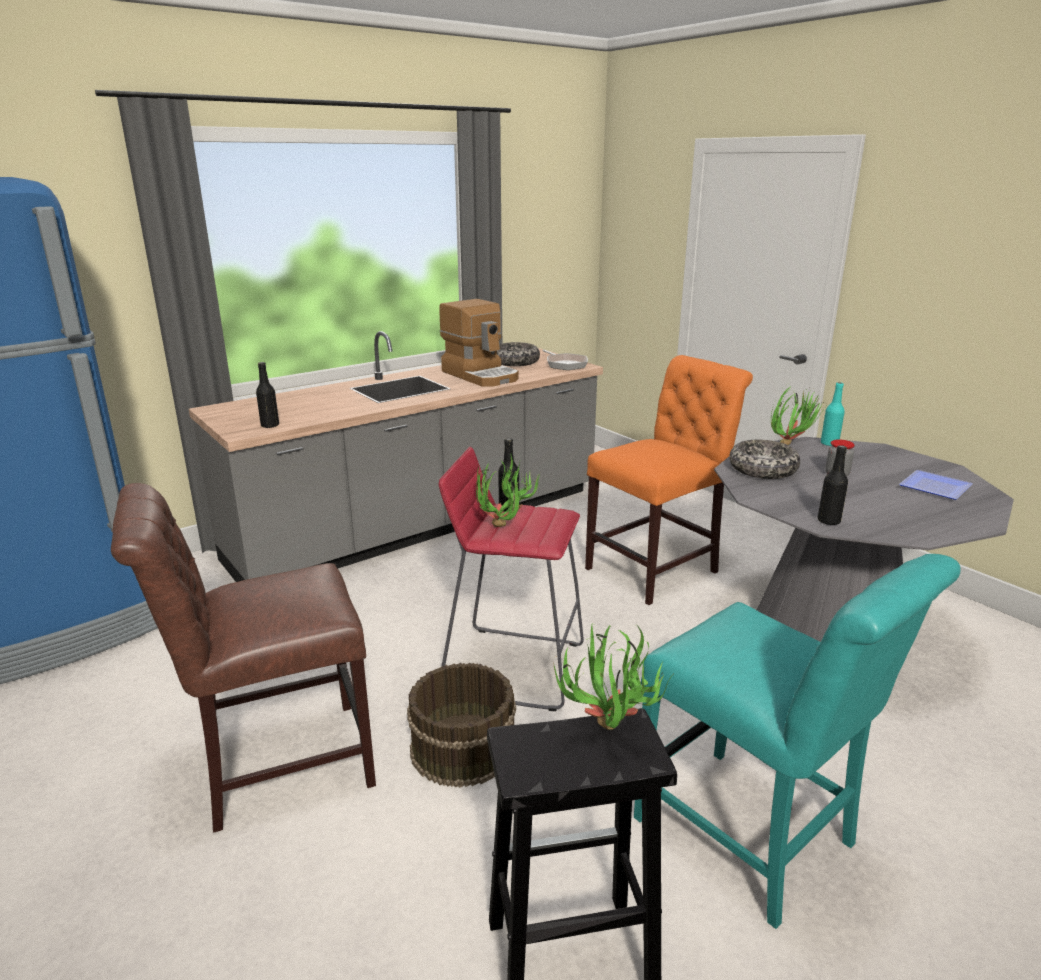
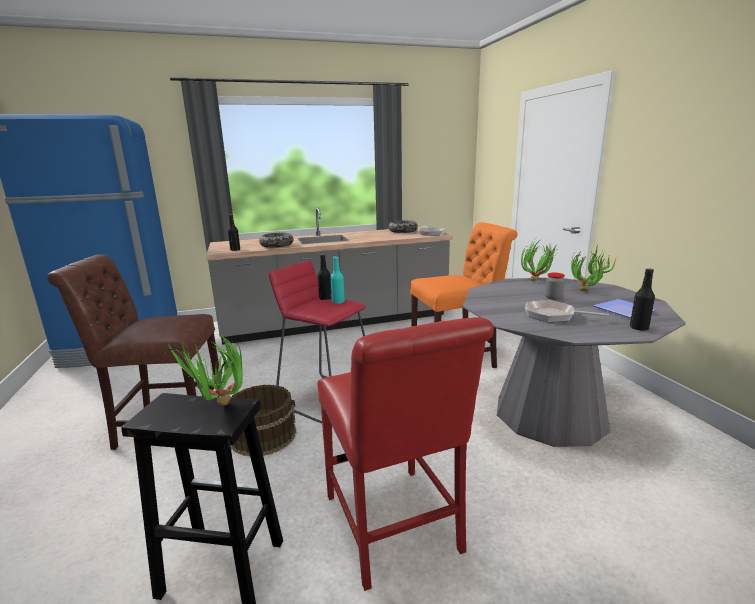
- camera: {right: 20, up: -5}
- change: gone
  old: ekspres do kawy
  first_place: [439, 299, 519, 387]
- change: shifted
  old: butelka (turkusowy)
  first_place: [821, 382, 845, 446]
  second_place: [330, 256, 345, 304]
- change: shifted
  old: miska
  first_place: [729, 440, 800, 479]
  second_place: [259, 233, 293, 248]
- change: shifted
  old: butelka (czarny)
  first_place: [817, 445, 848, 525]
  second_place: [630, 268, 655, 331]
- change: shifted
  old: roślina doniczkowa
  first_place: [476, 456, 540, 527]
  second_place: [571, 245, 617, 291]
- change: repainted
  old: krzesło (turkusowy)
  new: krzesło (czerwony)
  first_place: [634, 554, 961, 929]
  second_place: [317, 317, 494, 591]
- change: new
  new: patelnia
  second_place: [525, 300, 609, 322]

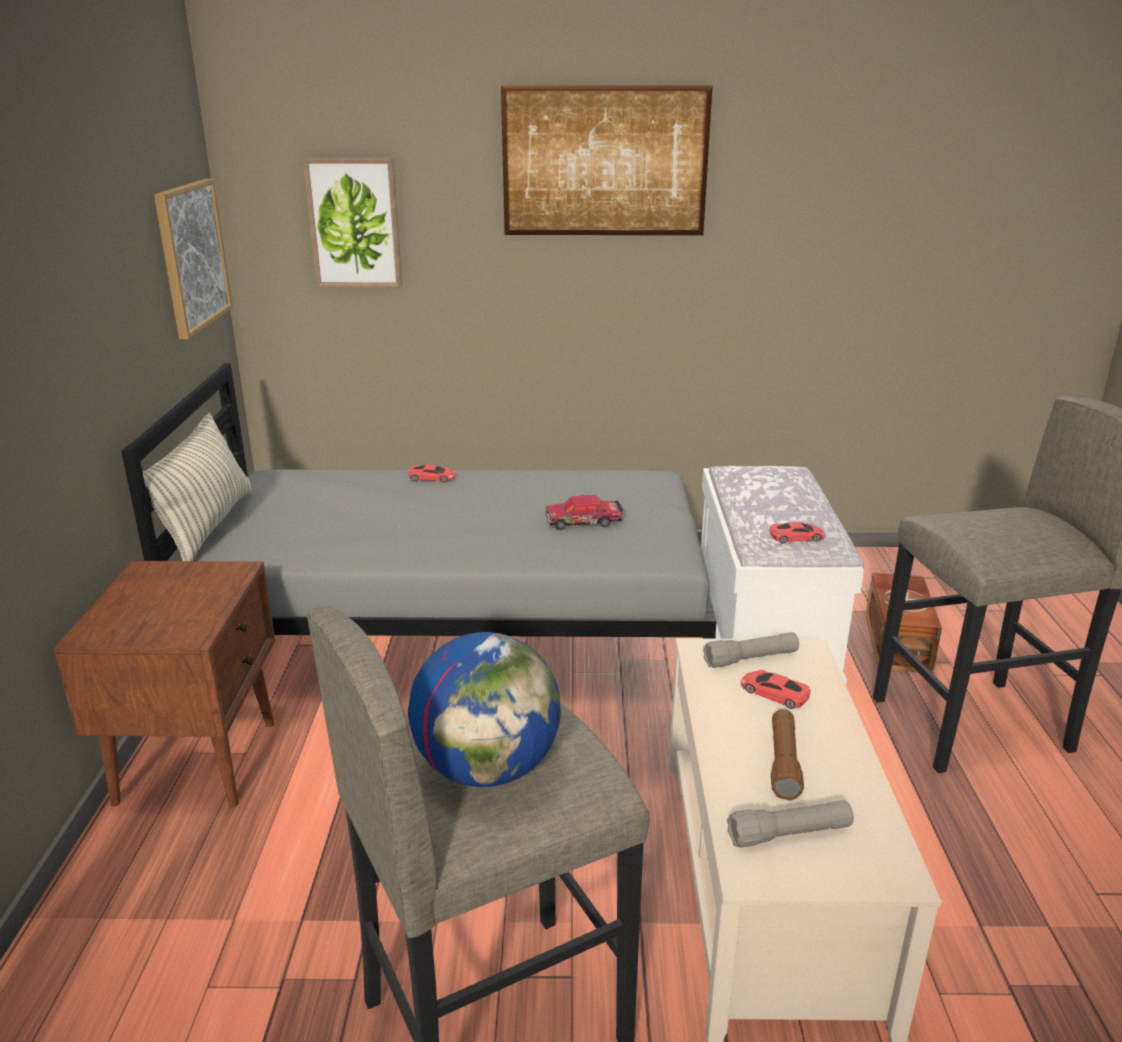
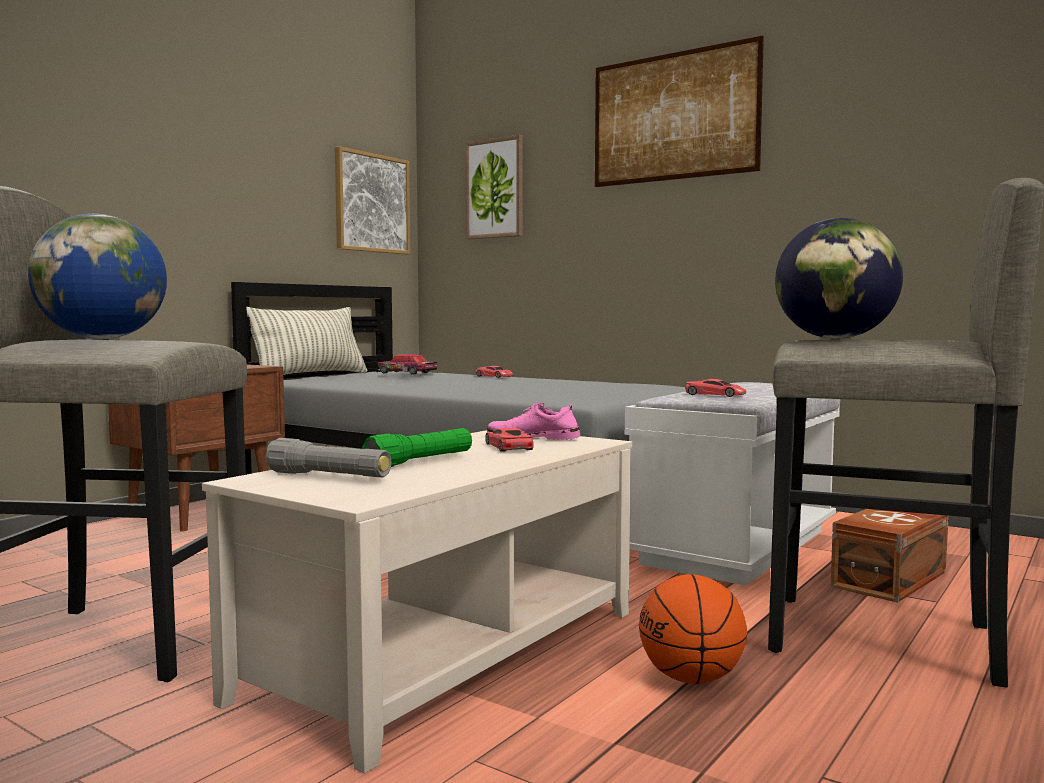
- camera: {right: 35, up: -20}
- change: shifted
  old: samochodzik
  first_place: [546, 495, 623, 530]
  second_place: [377, 354, 437, 375]
- change: swapped
  old: latarka (szary)
  new: but (różowy)
  first_place: [703, 632, 799, 668]
  second_place: [487, 402, 580, 440]
- change: repainted
  old: latarka (brązowy)
  new: latarka (zielony)
  first_place: [771, 709, 804, 800]
  second_place: [362, 428, 472, 467]
- change: new
  new: globus
  second_place: [775, 218, 903, 339]
- change: new
  new: piłka do koszykówki
  second_place: [639, 574, 747, 684]

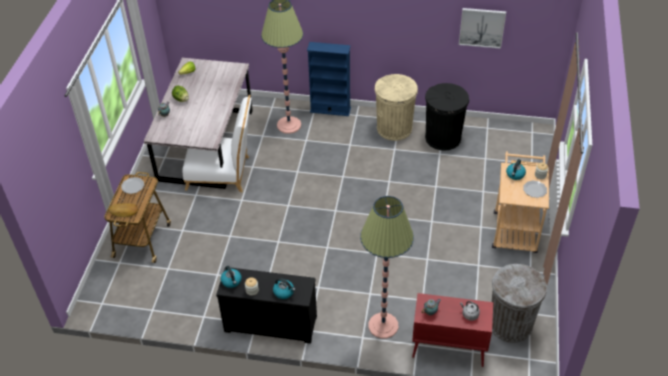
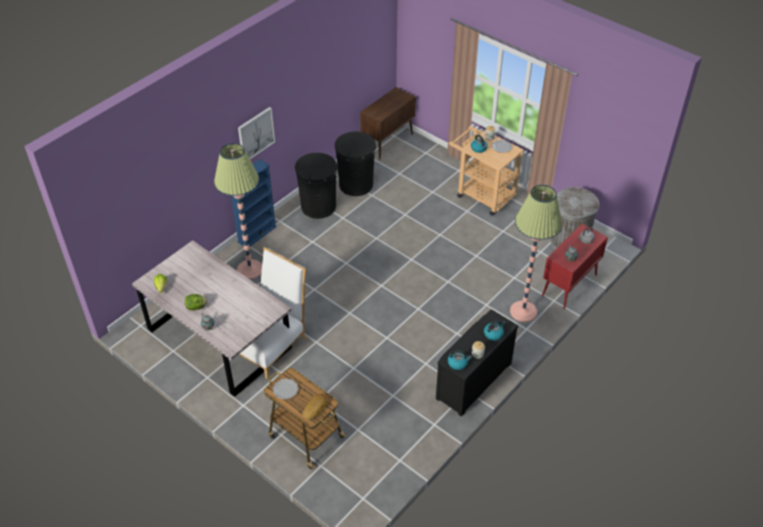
- camera: {right: -60, up: 0}
- change: shifted
  old: obraz
  first_place: [459, 8, 506, 49]
  second_place: [238, 107, 275, 159]
- change: repainted
  old: kosz na śmieci (beżowy)
  new: kosz na śmieci (czarny)
  first_place: [375, 74, 418, 141]
  second_place: [295, 153, 337, 219]
- change: new
  new: szafka (brązowy)
  second_place: [360, 87, 416, 159]

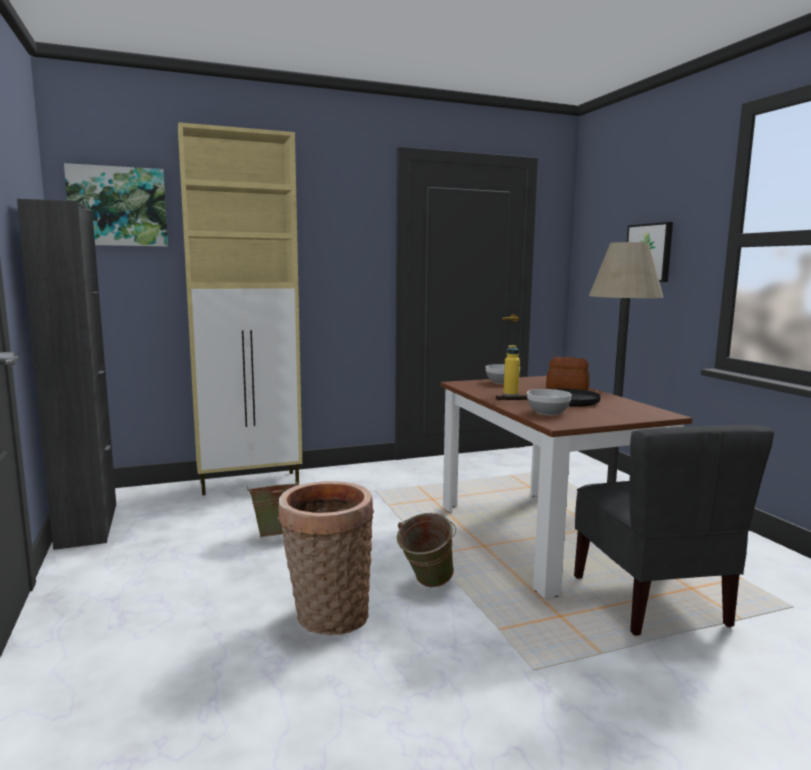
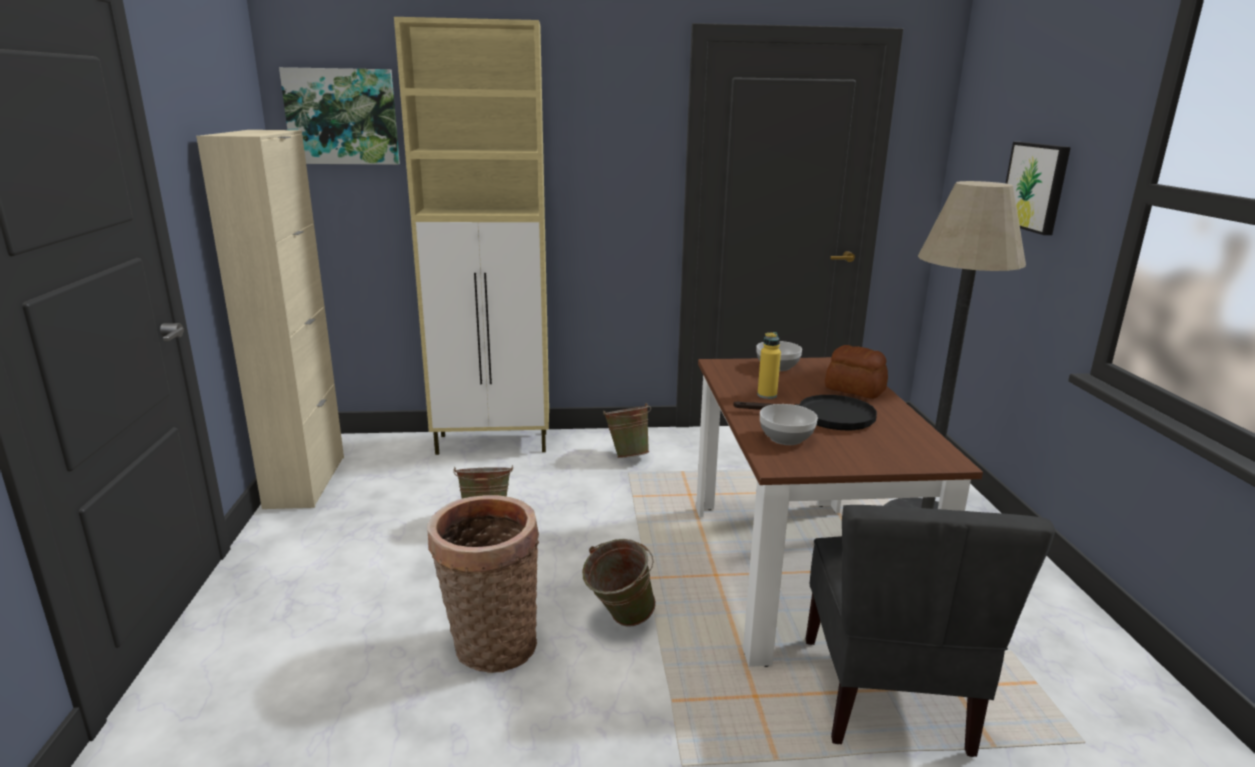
- camera: {right: 15, up: 10}
- change: repainted
  old: szafka (czarny)
  new: szafka (beżowy)
  first_place: [17, 199, 116, 550]
  second_place: [196, 130, 344, 509]
- change: new
  new: wiadro (zielony)
  second_place: [603, 403, 651, 458]

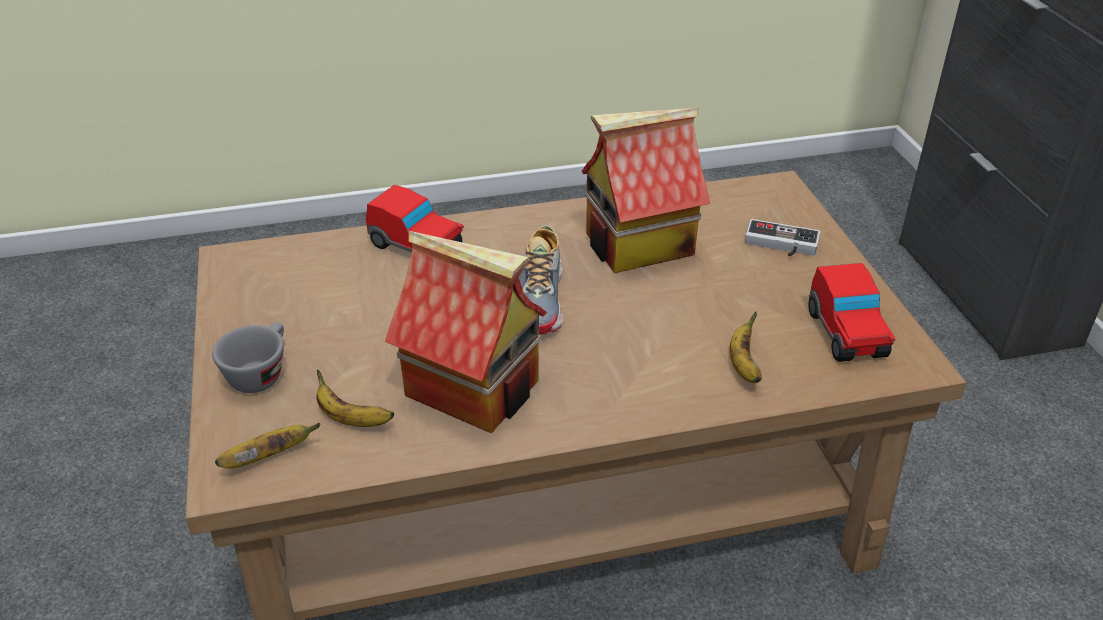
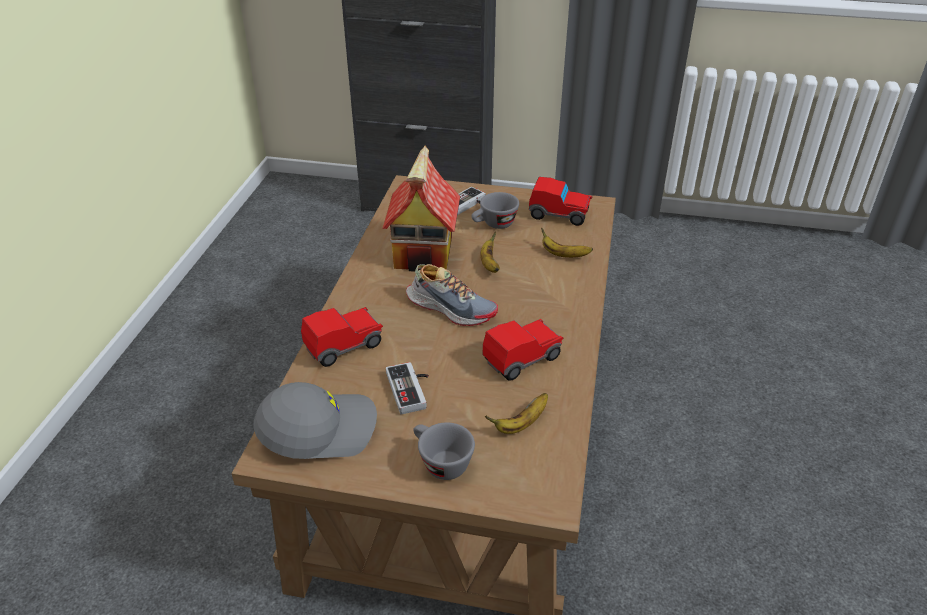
- camera: {right: -65, up: 0}
- change: swapped
  old: domek
  new: samochodzik
  first_place: [385, 231, 547, 433]
  second_place: [482, 319, 564, 381]
- change: shifted
  old: banan
  first_place: [215, 423, 320, 469]
  second_place: [480, 232, 500, 273]
- change: new
  new: filiżanka (szary)
  second_place: [471, 192, 519, 229]
- change: new
  new: pad do gier
  second_place: [386, 362, 429, 414]
- change: new
  new: czapka z daszkiem (szary)
  second_place: [253, 382, 377, 459]

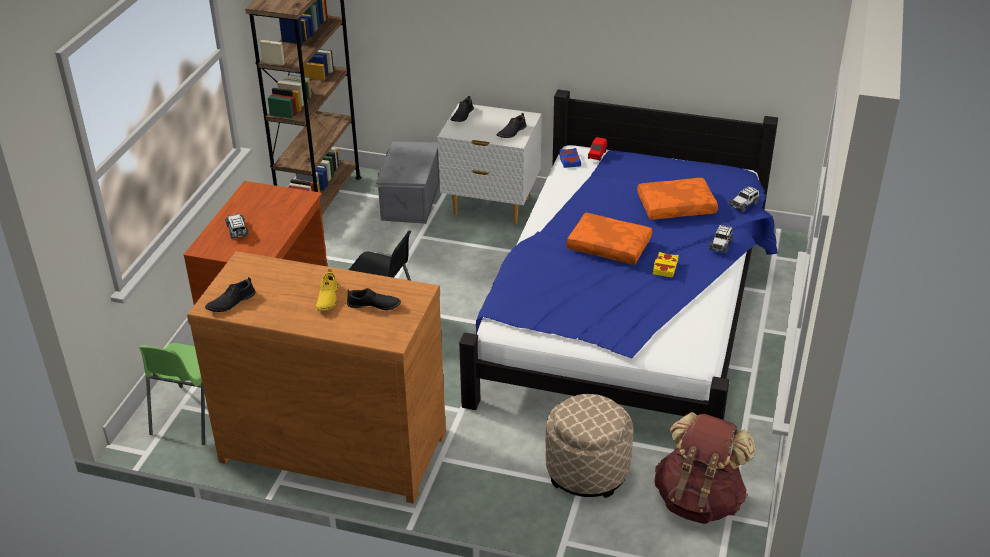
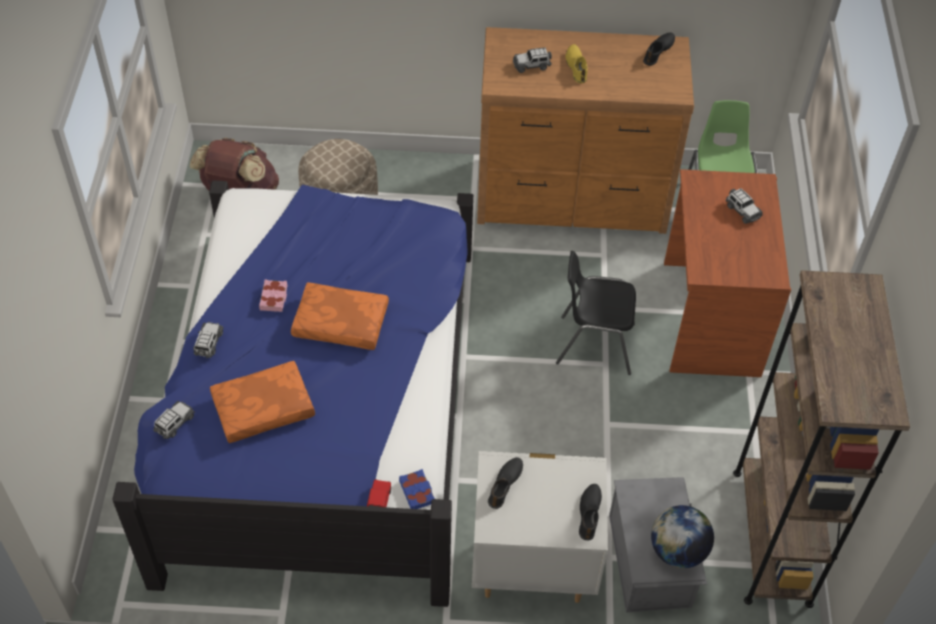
- camera: {right: 165, up: 15}
- change: repainted
  old: książka (żółty)
  new: książka (różowy)
  first_place: [653, 252, 678, 278]
  second_place: [259, 279, 288, 312]
- change: swapped
  old: but (czarny)
  new: samochodzik
  first_place: [347, 288, 401, 310]
  second_place: [513, 47, 552, 73]
- change: new
  new: globus
  second_place: [651, 505, 714, 568]

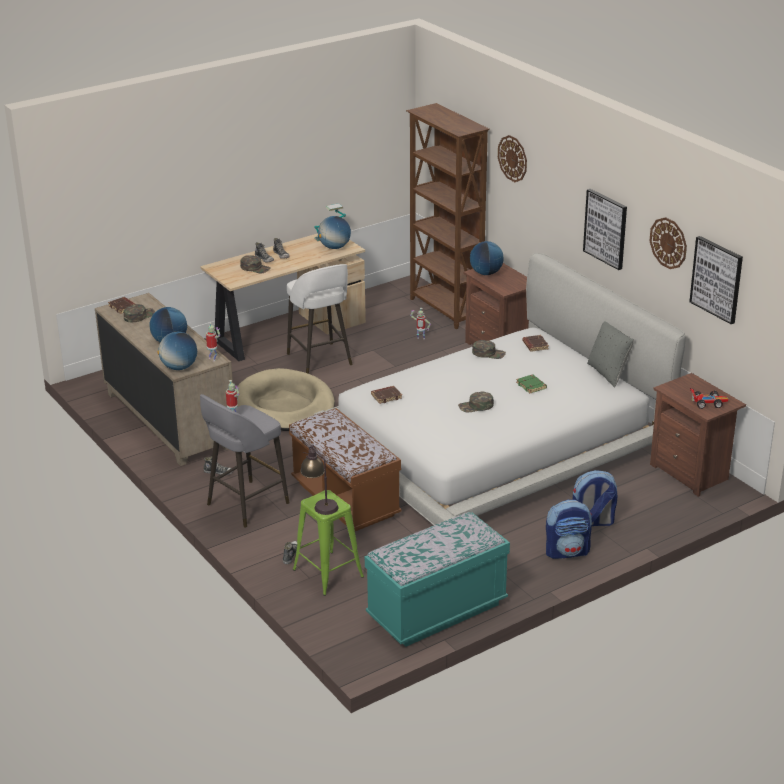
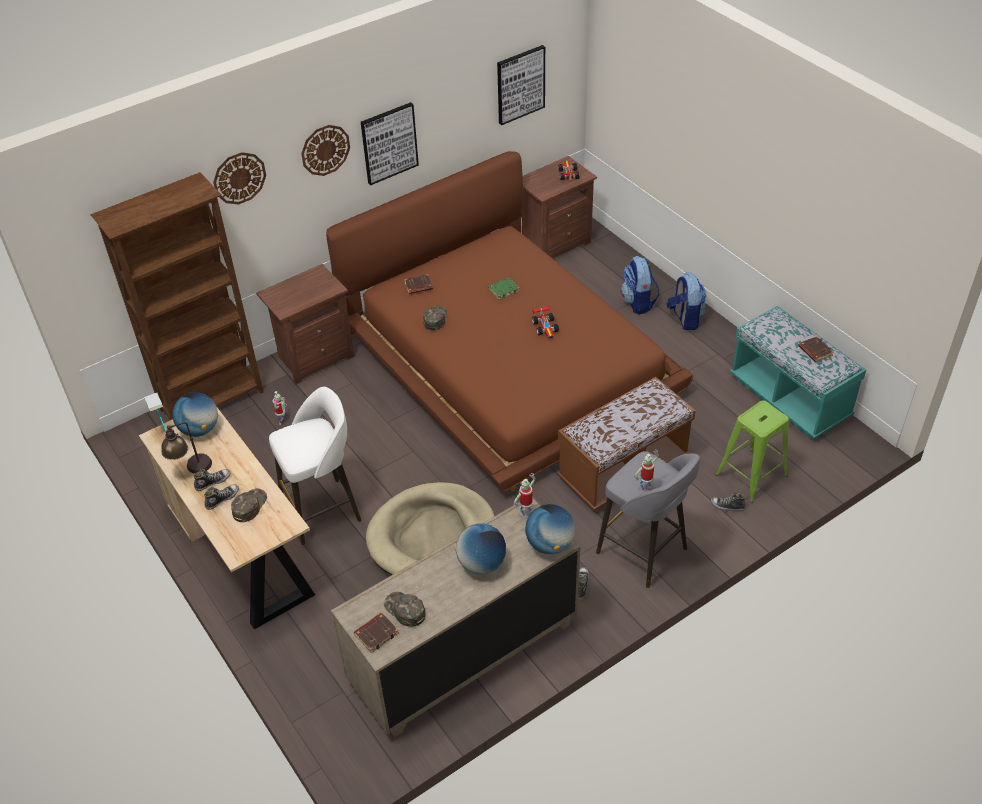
- camera: {right: -90, up: 15}
- change: shifted
  old: zegar ścienny
  first_place: [649, 217, 687, 269]
  second_place: [301, 125, 350, 176]
- change: gone
  old: globus
  first_place: [470, 241, 504, 275]
- change: repainted
  old: łóżko (biały)
  new: łóżko (brązowy)
  first_place: [314, 253, 686, 525]
  second_place: [326, 151, 693, 492]
- change: gone
  old: poduszka (szary)
  first_place: [587, 322, 634, 388]
- change: shifted
  old: książka (brązowy)
  first_place: [371, 386, 402, 404]
  second_place: [798, 336, 834, 362]
- change: swapped
  old: czapka z daszkiem (zielony)
  new: samochodzik
  first_place: [458, 391, 494, 413]
  second_place: [532, 307, 559, 338]
- change: shifted
  old: lampa stołowa
  first_place: [300, 444, 338, 515]
  second_place: [161, 422, 212, 474]

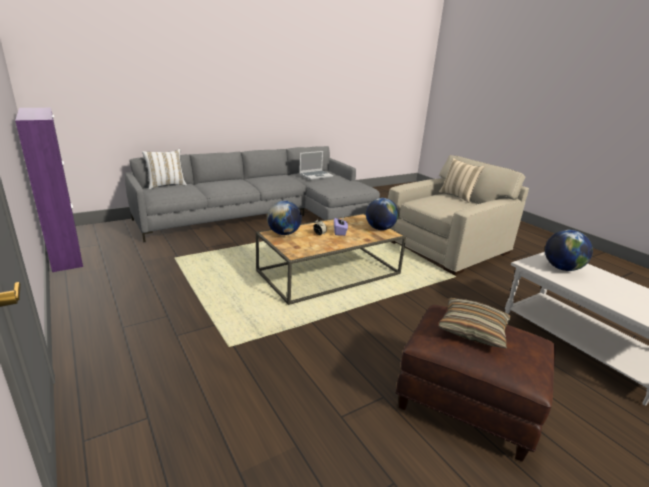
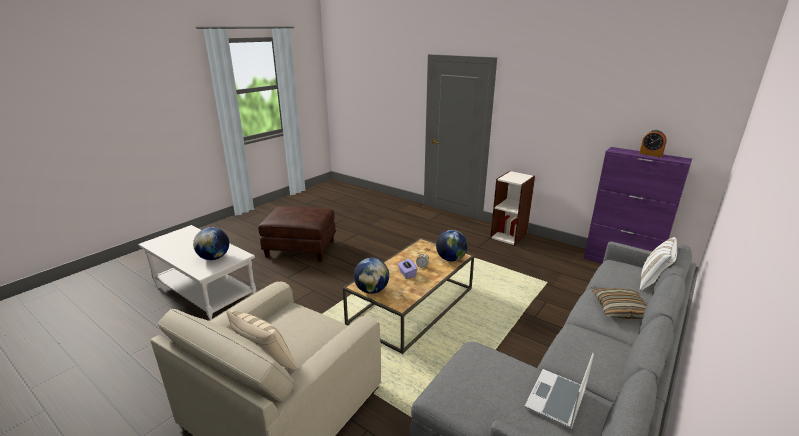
- camera: {right: 160, up: 0}
- change: shifted
  old: poduszka
  first_place: [439, 298, 511, 349]
  second_place: [591, 288, 647, 319]
- change: new
  new: budzik
  second_place: [639, 130, 667, 157]
- change: new
  new: regał
  second_place: [490, 171, 535, 246]

